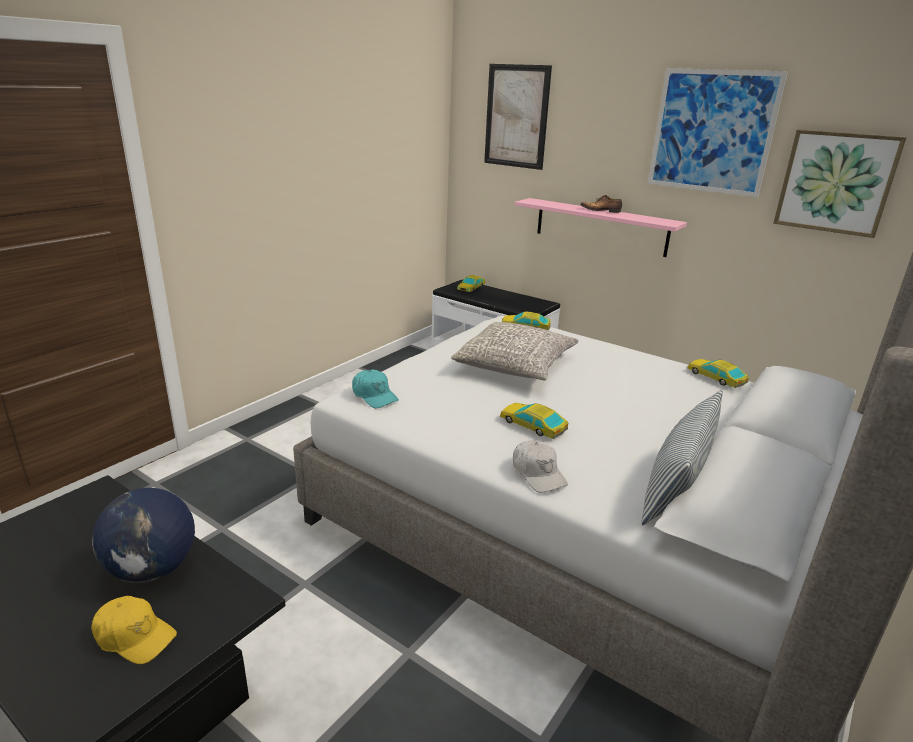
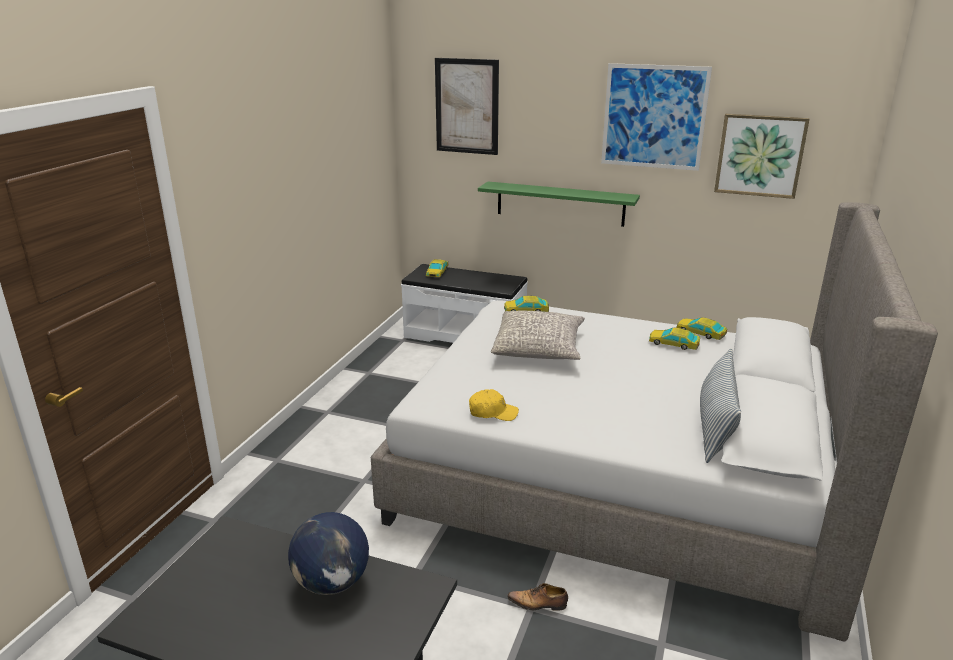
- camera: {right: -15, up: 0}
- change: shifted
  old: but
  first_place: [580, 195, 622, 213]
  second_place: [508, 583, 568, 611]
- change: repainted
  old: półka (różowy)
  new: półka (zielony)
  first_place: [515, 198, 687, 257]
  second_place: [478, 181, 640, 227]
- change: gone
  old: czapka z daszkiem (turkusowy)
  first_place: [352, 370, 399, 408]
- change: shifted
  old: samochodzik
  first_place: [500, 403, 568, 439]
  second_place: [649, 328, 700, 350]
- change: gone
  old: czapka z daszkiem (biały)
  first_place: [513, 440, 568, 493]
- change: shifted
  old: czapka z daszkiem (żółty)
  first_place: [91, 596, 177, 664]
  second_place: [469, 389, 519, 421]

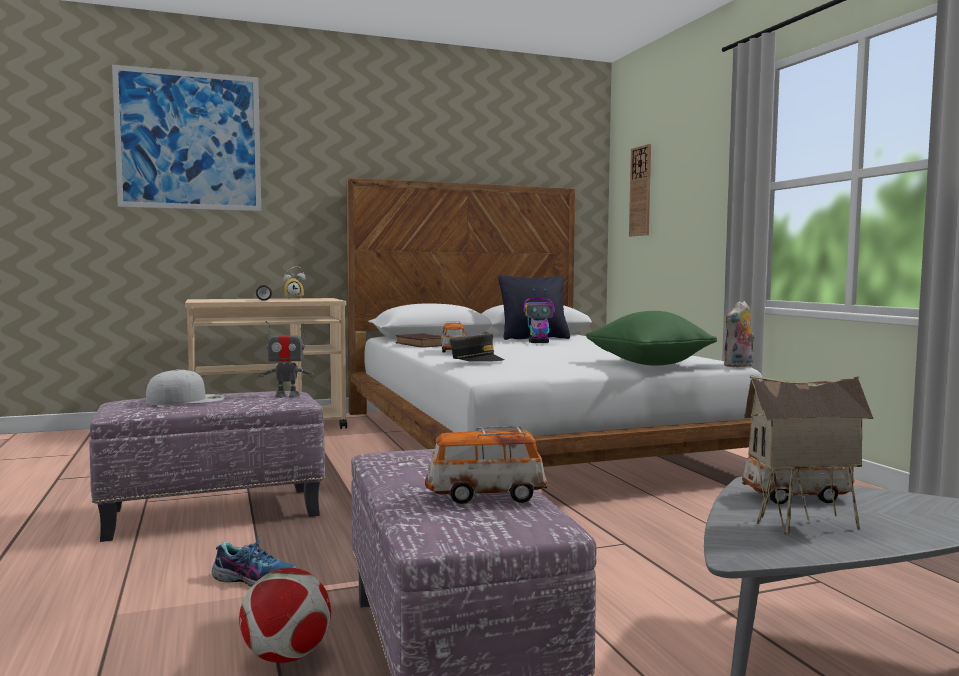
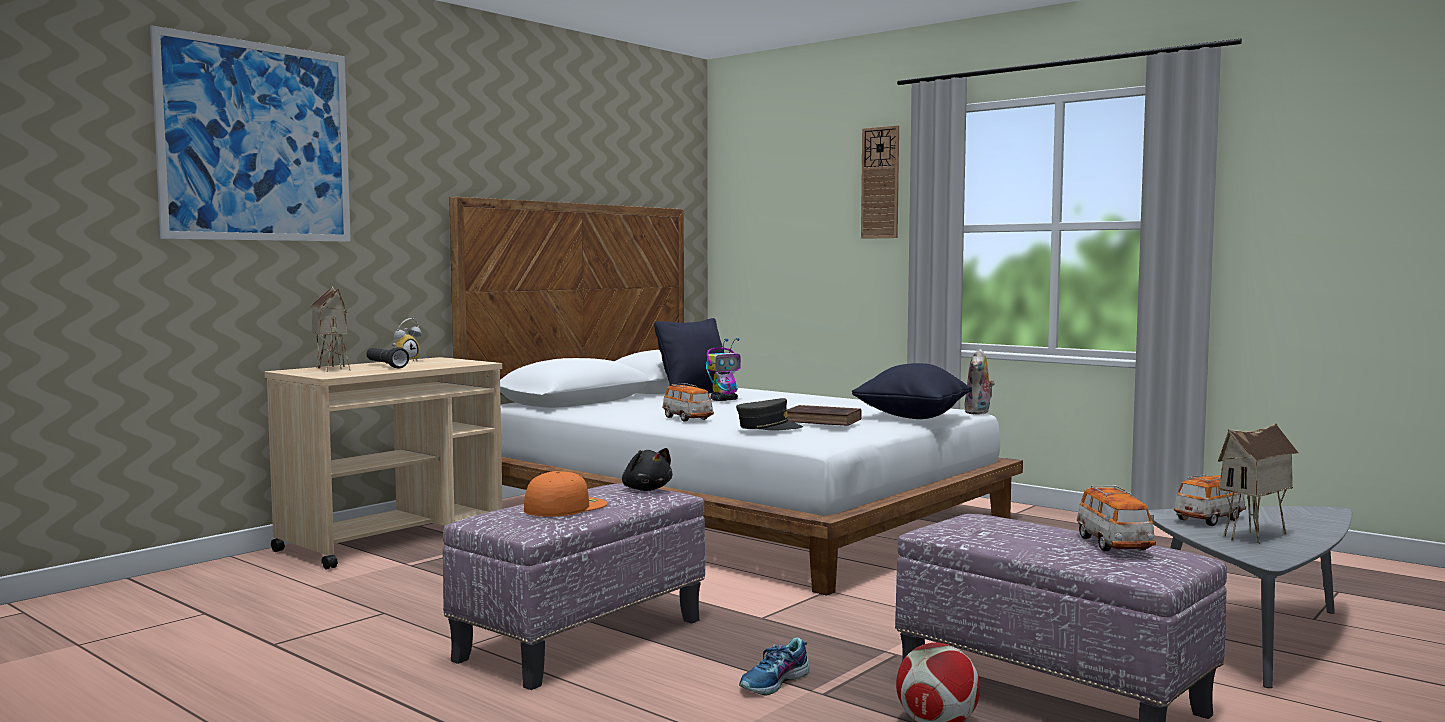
- camera: {right: -30, up: 0}
- change: shifted
  old: zegar ścienny
  first_place: [629, 144, 651, 236]
  second_place: [861, 125, 899, 239]
- change: repainted
  old: poduszka (zielony)
  new: poduszka (czarny)
  first_place: [586, 311, 717, 366]
  second_place: [852, 363, 972, 419]
- change: swapped
  old: robot zabawkowy
  new: pluszak (czarny)
  first_place: [259, 321, 315, 398]
  second_place: [622, 448, 672, 491]
- change: shifted
  old: książka (brązowy)
  first_place: [396, 333, 442, 348]
  second_place: [787, 405, 862, 426]
- change: repainted
  old: czapka z daszkiem (biały)
  new: czapka z daszkiem (pomarańczowy)
  first_place: [146, 369, 225, 405]
  second_place: [524, 471, 608, 517]
- change: rotated
  old: samochodzik
  first_place: [425, 426, 548, 504]
  second_place: [1077, 485, 1156, 551]
  degrees: -60
- change: rotated
  old: but
  first_place: [212, 535, 297, 587]
  second_place: [739, 637, 810, 695]
  degrees: 150
- change: new
  new: domek
  second_place: [310, 286, 351, 372]

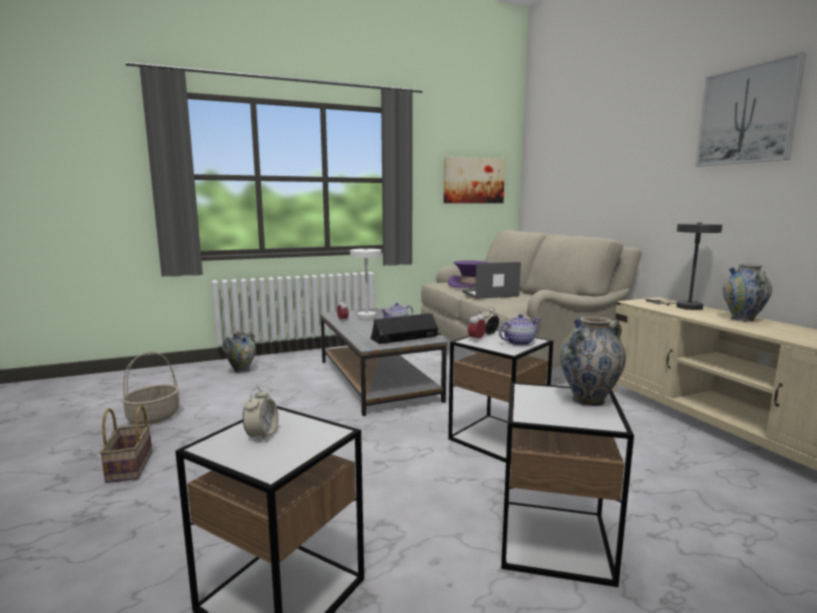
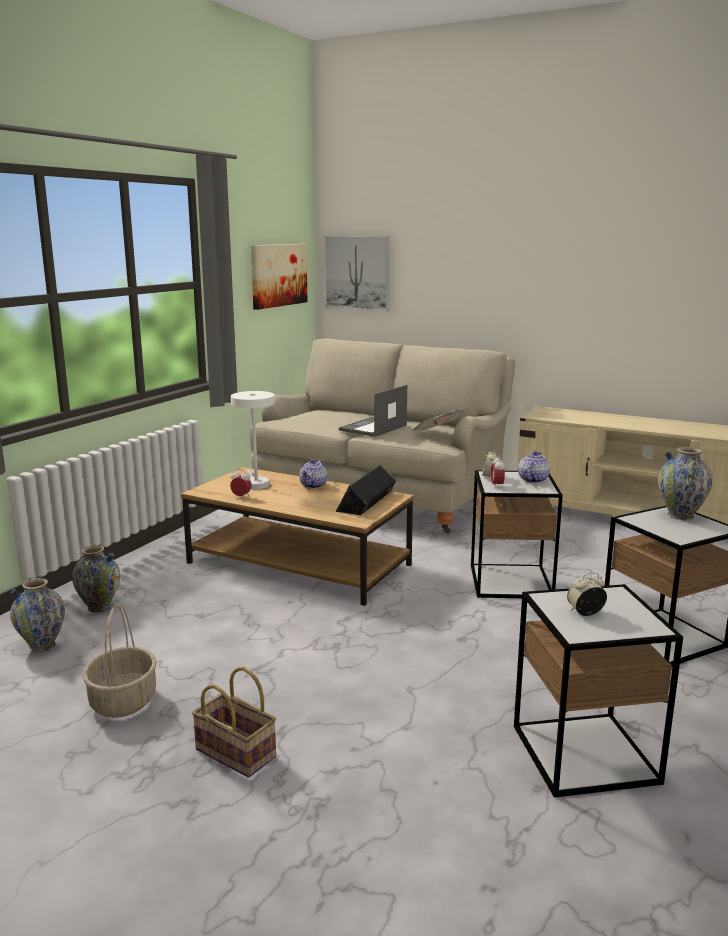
- camera: {right: -40, up: 5}
- change: shifted
  old: obraz
  first_place: [695, 52, 806, 166]
  second_place: [324, 236, 390, 311]
- change: gone
  old: lampa stołowa (szary)
  first_place: [645, 223, 722, 310]
- change: gone
  old: kapelusz (fioletowy)
  first_place: [448, 260, 489, 288]
- change: shifted
  old: wazon
  first_place: [723, 264, 772, 322]
  second_place: [10, 577, 65, 652]
- change: repainted
  old: ława (szary)
  new: ława (brązowy)
  first_place: [320, 307, 447, 416]
  second_place: [181, 467, 414, 606]
- change: rotated
  old: budzik
  first_place: [243, 387, 278, 442]
  second_place: [567, 573, 607, 616]
  degrees: -75
- change: new
  new: gazeta
  second_place: [411, 410, 465, 431]

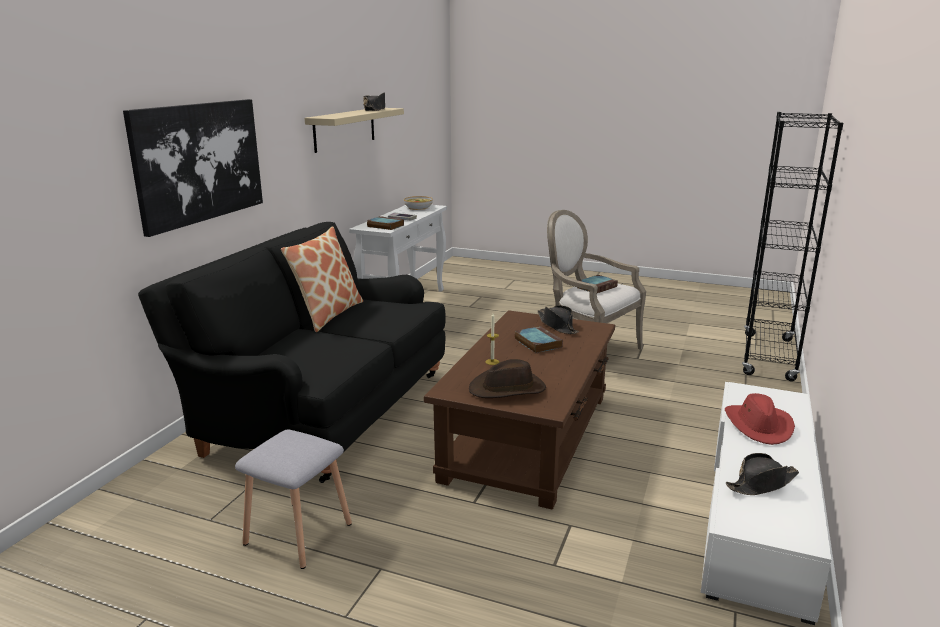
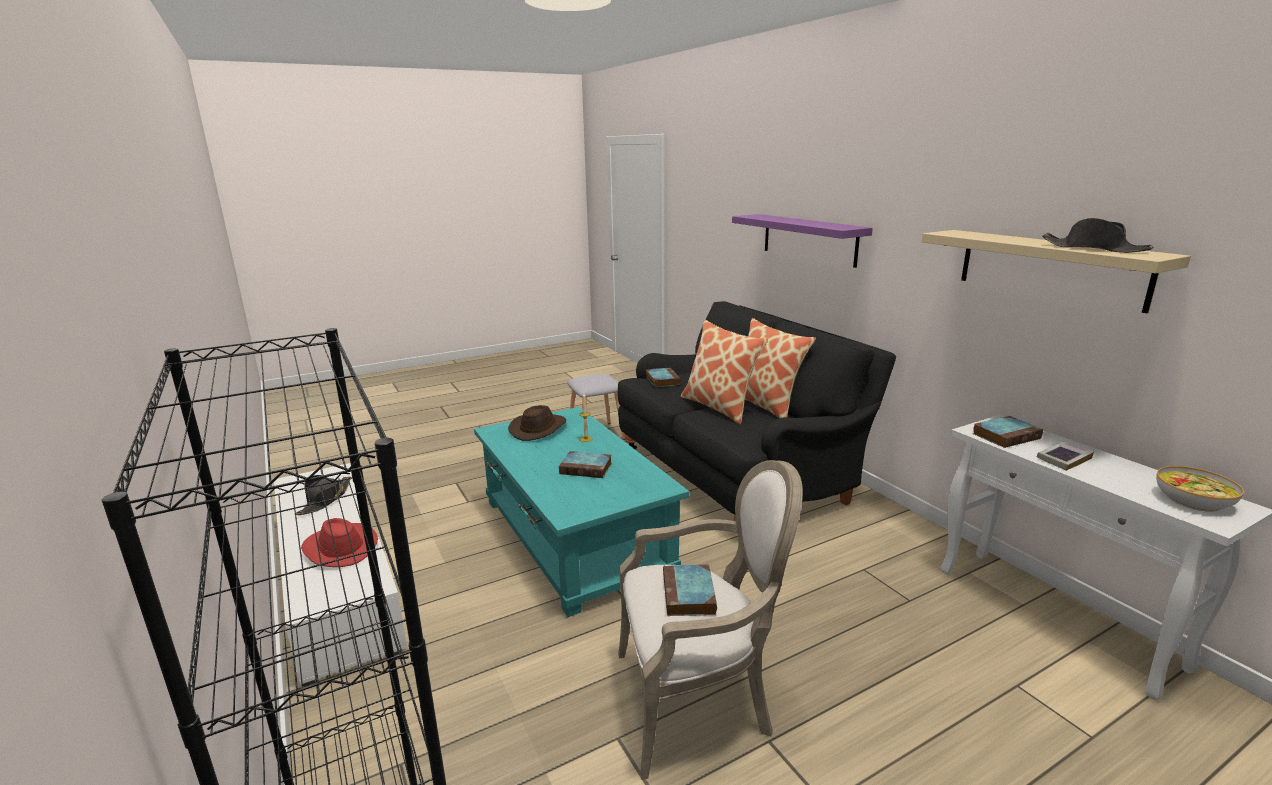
- camera: {right: 130, up: 0}
- change: swapped
  old: obraz
  new: półka (fioletowy)
  first_place: [123, 99, 263, 237]
  second_place: [732, 214, 873, 268]
- change: gone
  old: kapelusz (czarny)
  first_place: [537, 305, 579, 334]
- change: repainted
  old: ława (brązowy)
  new: ława (turkusowy)
  first_place: [424, 310, 615, 510]
  second_place: [474, 407, 689, 617]
- change: new
  new: poduszka
  second_place: [681, 320, 768, 424]
- change: new
  new: książka
  second_place: [646, 368, 681, 387]

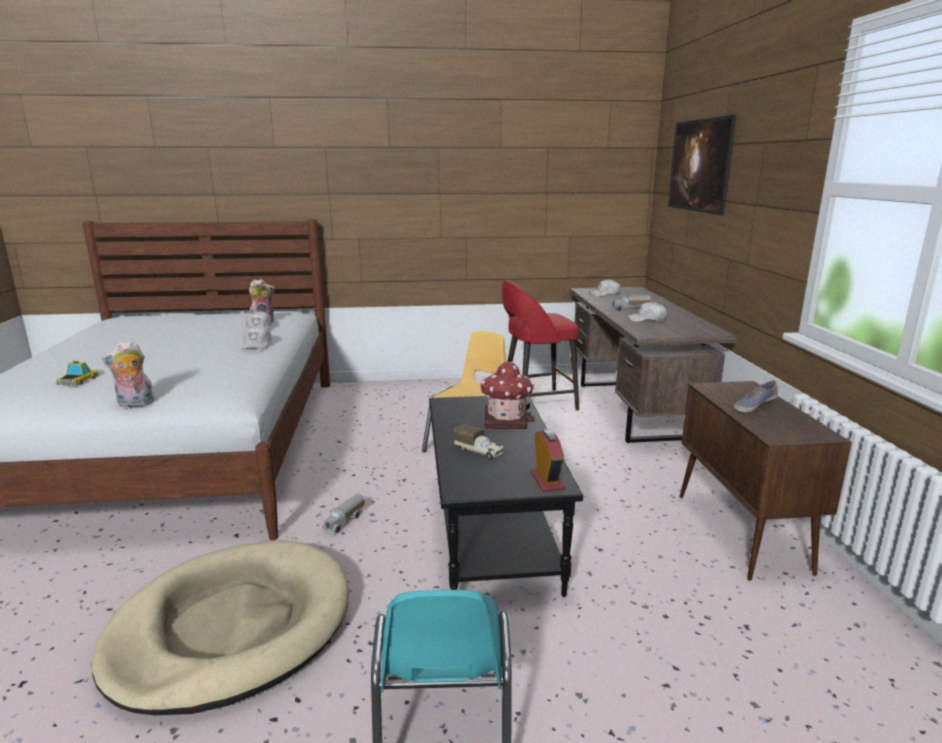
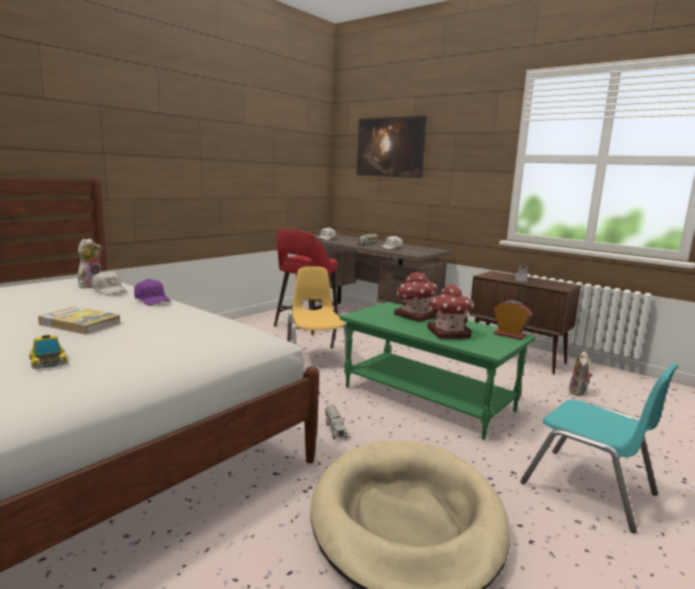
- camera: {right: -45, up: -5}
- change: repainted
  old: czapka z daszkiem (biały)
  new: czapka z daszkiem (fioletowy)
  first_place: [241, 324, 271, 349]
  second_place: [134, 279, 171, 305]
- change: shifted
  old: pluszak
  first_place: [102, 341, 156, 407]
  second_place: [569, 351, 593, 396]
- change: repainted
  old: ława (czarny)
  new: ława (zielony)
  first_place: [429, 396, 583, 597]
  second_place: [340, 302, 536, 440]
- change: swapped
  old: ciężarówka zabawkowa
  new: domek
  first_place: [454, 424, 504, 460]
  second_place: [427, 284, 474, 339]
- change: new
  new: książka
  second_place: [38, 307, 120, 335]

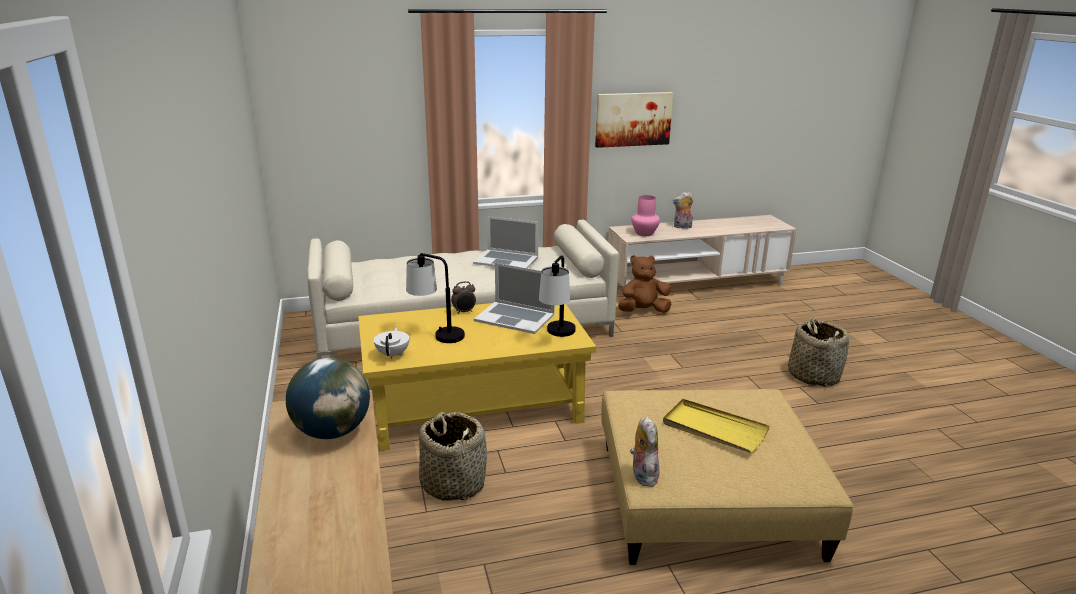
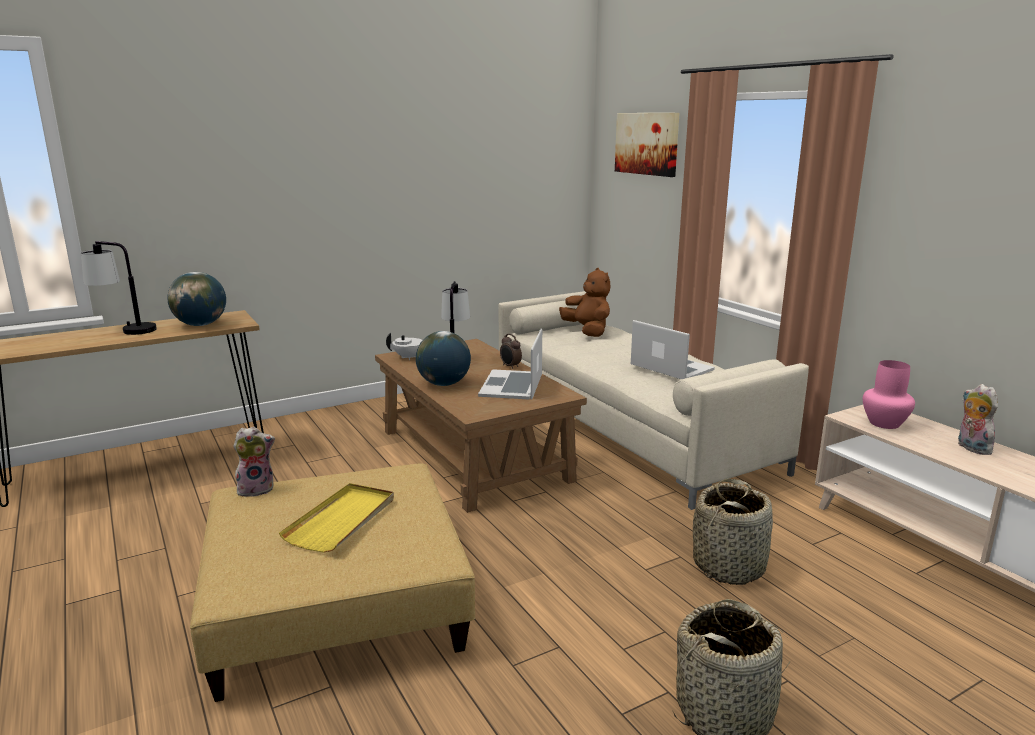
- camera: {right: 75, up: -5}
- change: shifted
  old: obraz
  first_place: [595, 92, 673, 148]
  second_place: [615, 113, 680, 177]
- change: rotated
  old: laptop
  first_place: [473, 216, 539, 268]
  second_place: [631, 320, 715, 379]
  degrees: 135
- change: shifted
  old: pluszak (brązowy)
  first_place: [618, 255, 671, 313]
  second_place: [559, 268, 611, 337]
- change: shifted
  old: lampa stołowa
  first_place: [539, 256, 576, 337]
  second_place: [81, 241, 157, 335]
- change: repainted
  old: ława (żółty)
  new: ława (brązowy)
  first_place: [358, 303, 596, 451]
  second_place: [375, 339, 587, 513]
- change: shifted
  old: koszyk
  first_place: [419, 412, 487, 501]
  second_place: [693, 479, 773, 585]
- change: new
  new: globus
  second_place: [416, 331, 471, 386]

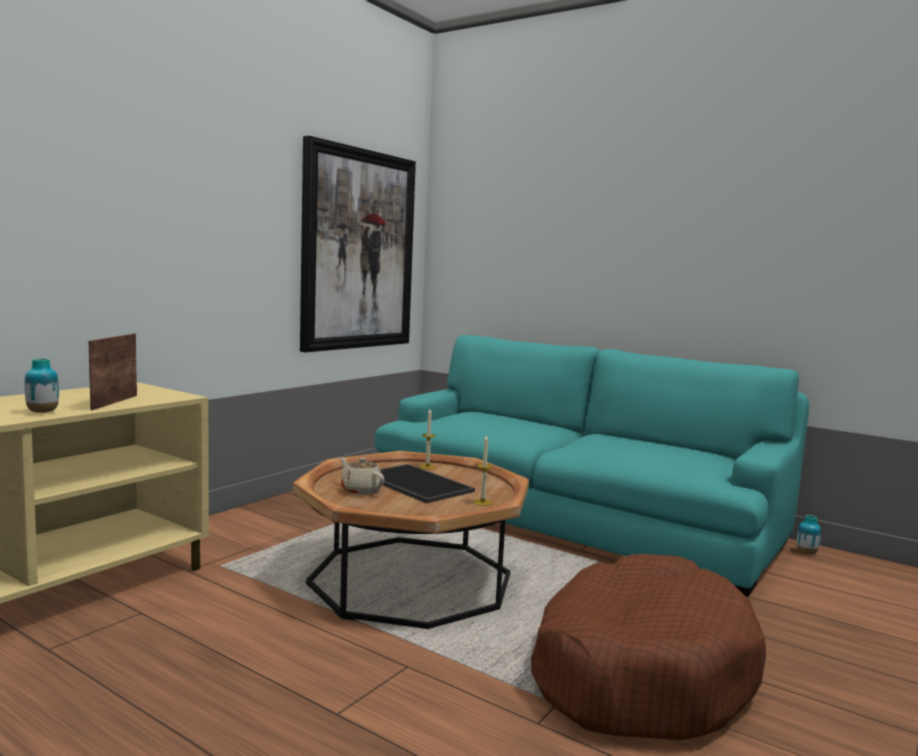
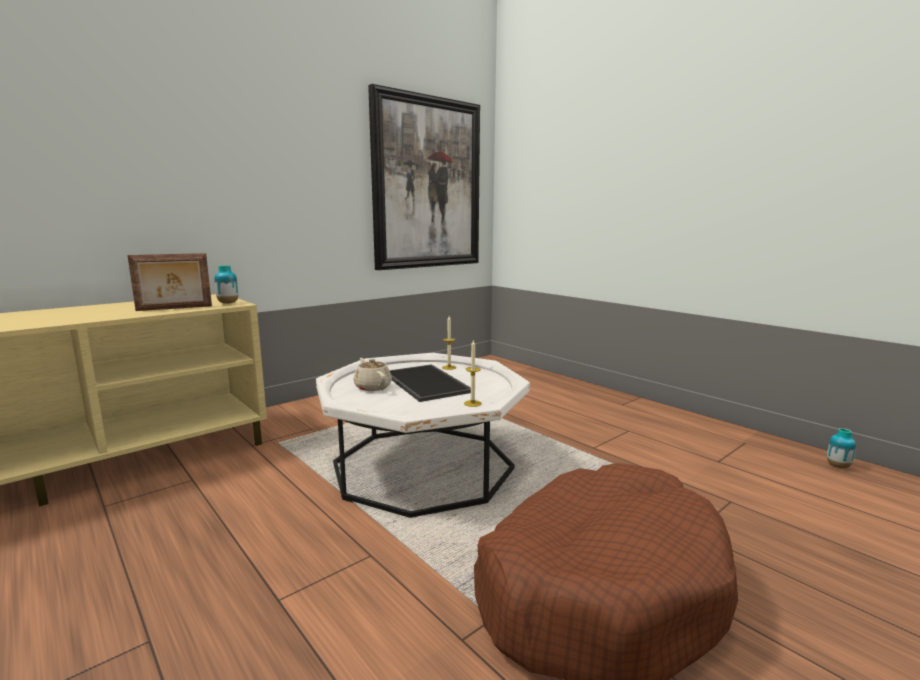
- camera: {right: 15, up: 5}
- change: rotated
  old: ramka na zdjęcie
  first_place: [89, 334, 137, 410]
  second_place: [127, 253, 212, 311]
  degrees: -135
- change: gone
  old: kanapa (turkusowy)
  first_place: [375, 335, 809, 597]
- change: shifted
  old: wazon
  first_place: [25, 359, 59, 413]
  second_place: [214, 265, 238, 304]
- change: repainted
  old: ława (brązowy)
  new: ława (biały)
  first_place: [293, 451, 529, 629]
  second_place: [316, 353, 530, 518]

